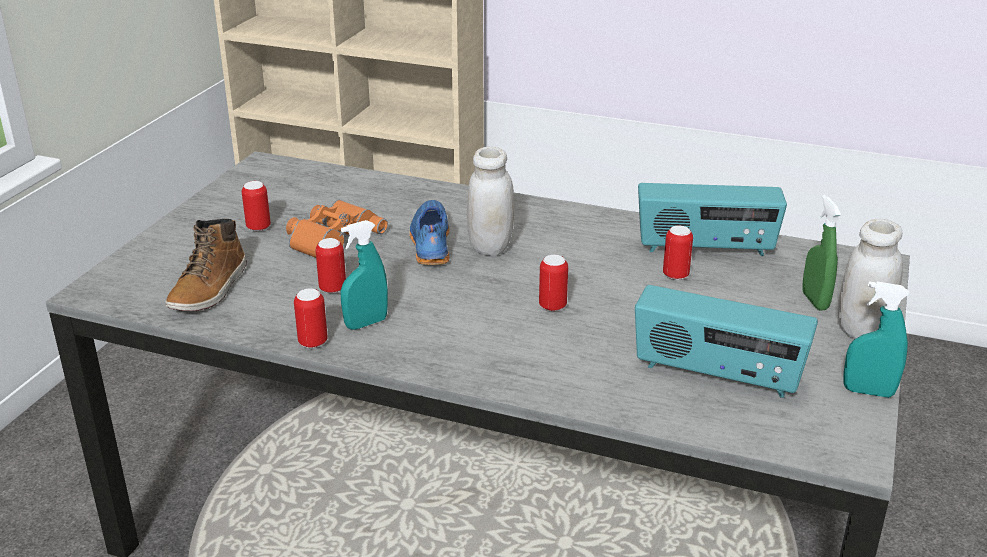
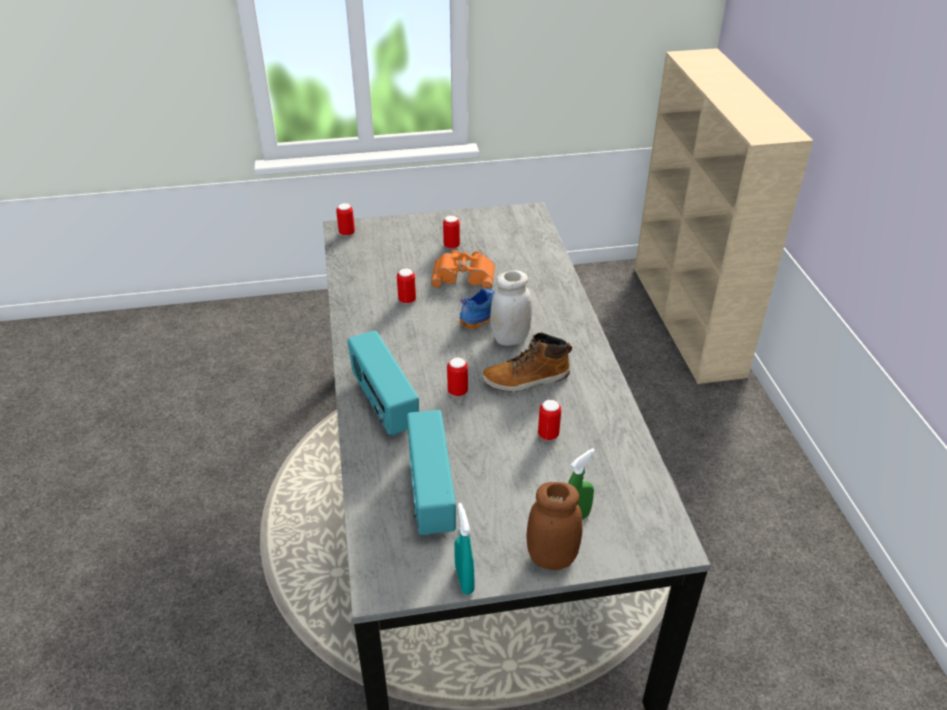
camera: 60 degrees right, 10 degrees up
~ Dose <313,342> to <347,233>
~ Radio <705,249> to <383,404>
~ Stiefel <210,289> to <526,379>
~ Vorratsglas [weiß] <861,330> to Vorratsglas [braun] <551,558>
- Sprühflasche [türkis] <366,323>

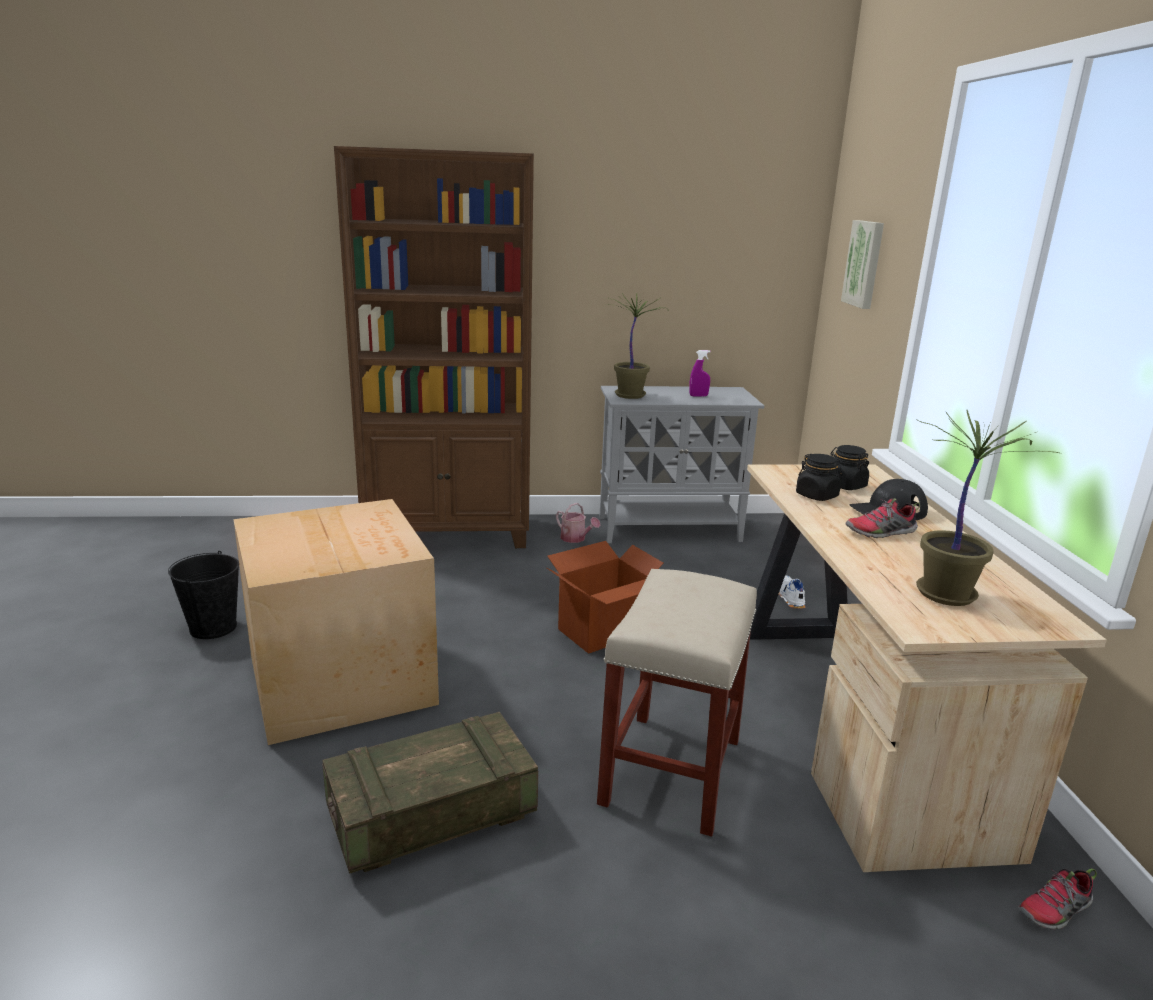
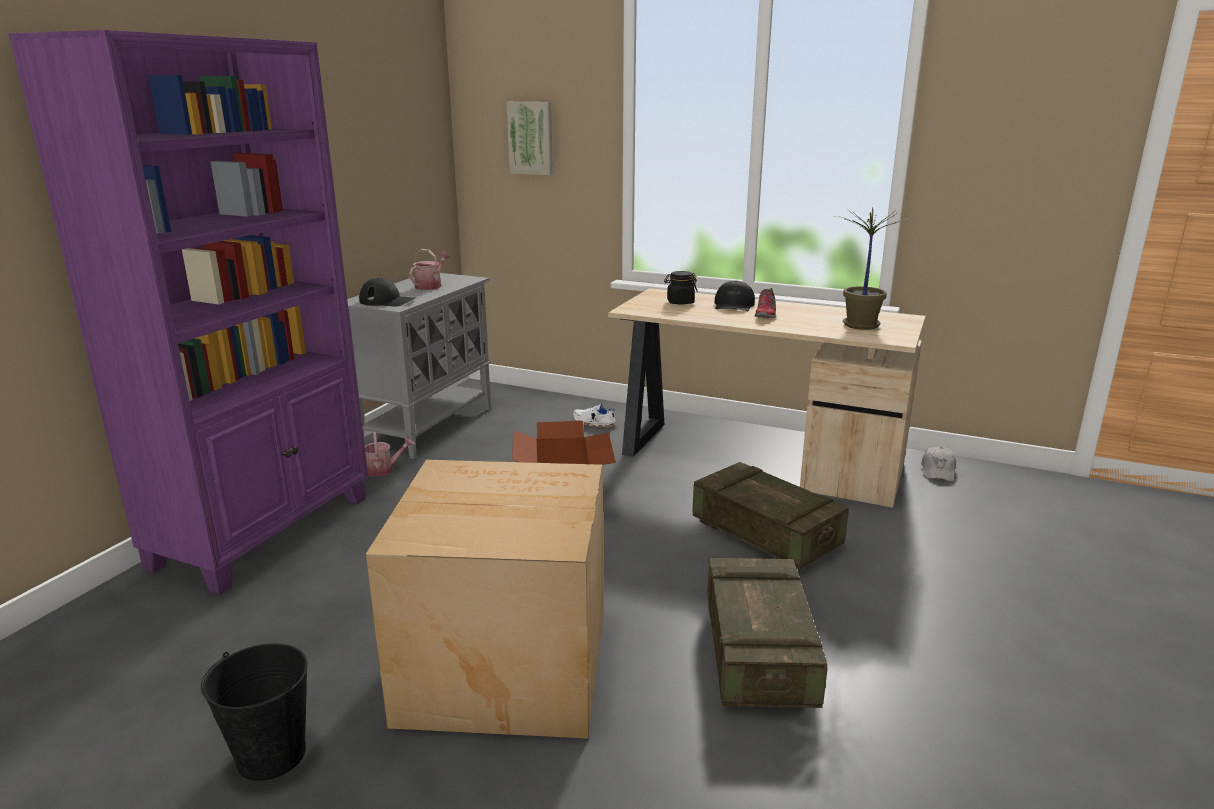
camera: 60 degrees left, 0 degrees up
~ Bücherregal [braun] <449,534> to Bücherregal [lila] <266,531>
~ Topfpflanze <631,395> to Kappe [schwarz] <387,301>
~ Sprühflasche [lila] <698,396> to Gießkanne <430,286>
~ Hocker [beige] <671,769> to Kiste <765,534>
~ Schuh <1055,910> to Kappe [weiß] <938,471>
- Vorratsglas [schwarz] <817,496>

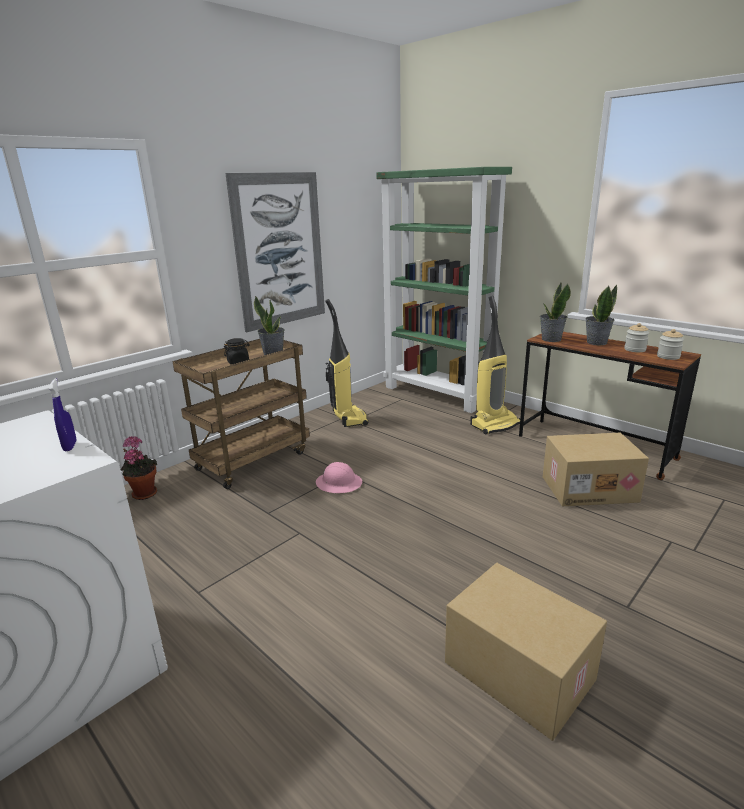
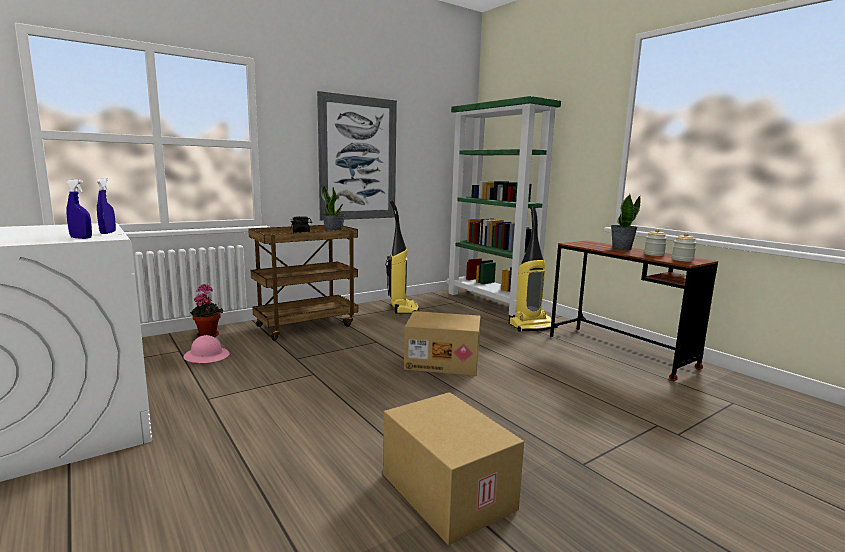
camera: 10 degrees right, 10 degrees down
+ Sprühflasche [blau] <81,238>
~ Schutzhelm [rosa] <339,483> to <207,356>
~ Karton <589,488> to <443,362>
- Topfpflanze <551,339>

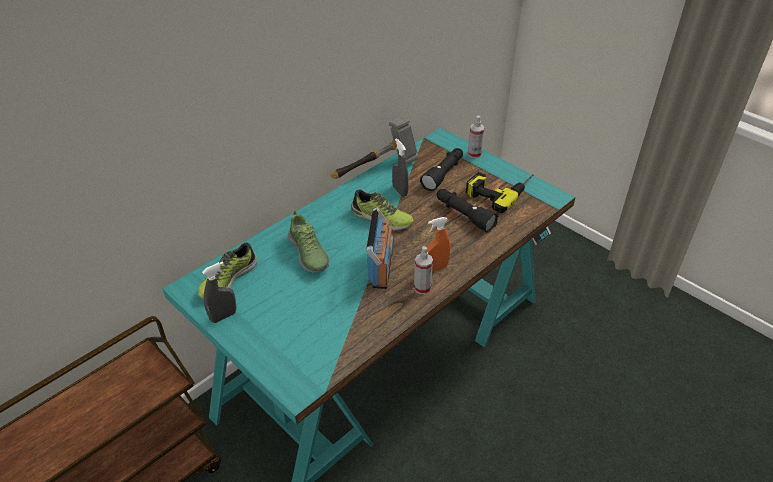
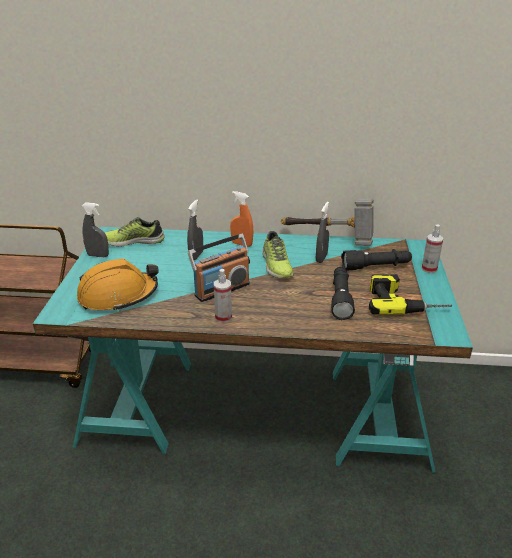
camera: 50 degrees right, 10 degrees down
+ Schutzhelm [orange] <118,296>
~ Schuh <308,254> to Sprühflasche [grau] <196,256>
~ Sprühflasche [orange] <435,268> to <241,244>

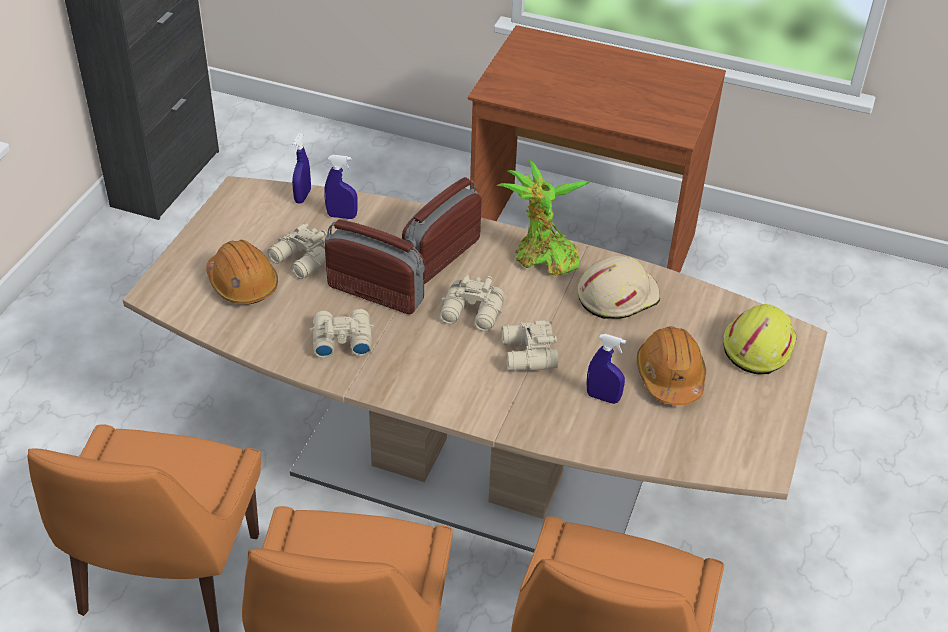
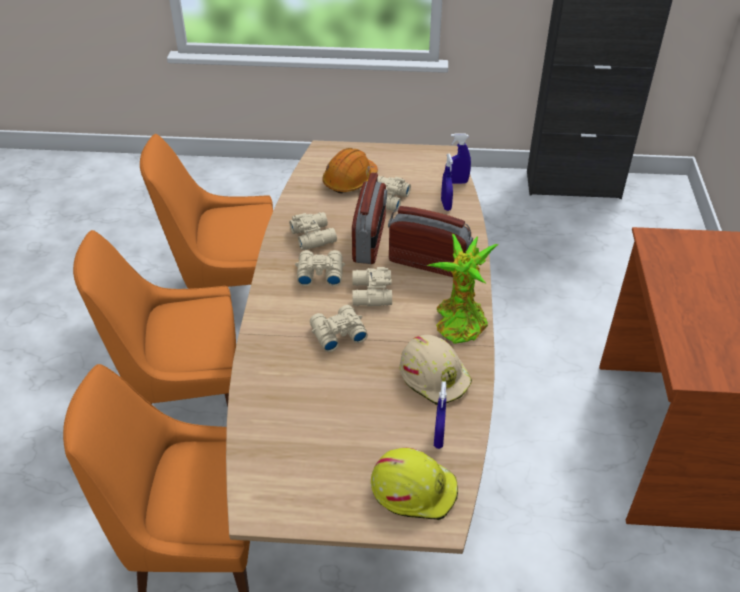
camera: 75 degrees right, 0 degrees up
+ Fernglas [beige] <319,273>
~ Sprühflasche [blau] <603,397> to <438,438>
- Schutzhelm [orange] <670,376>

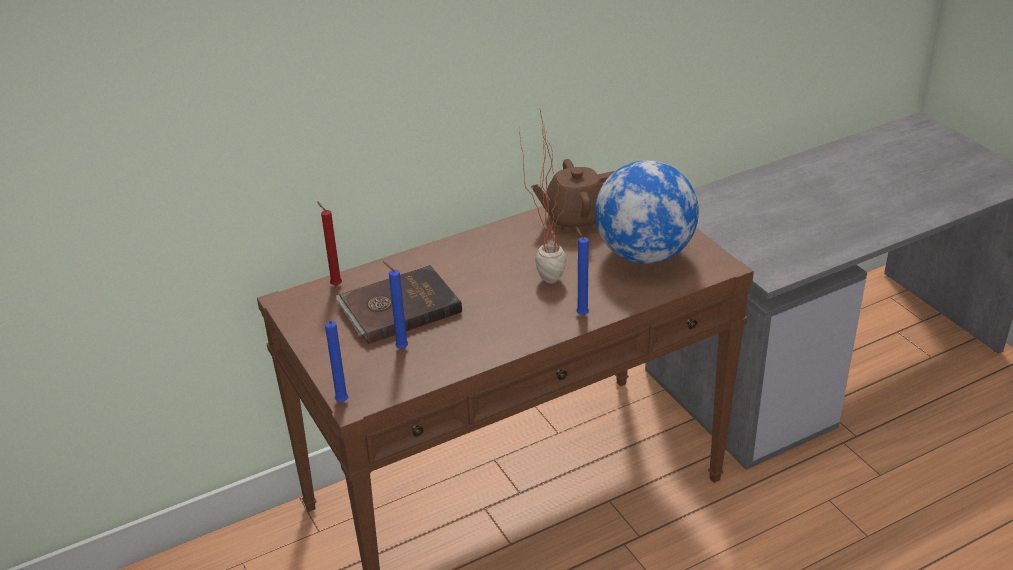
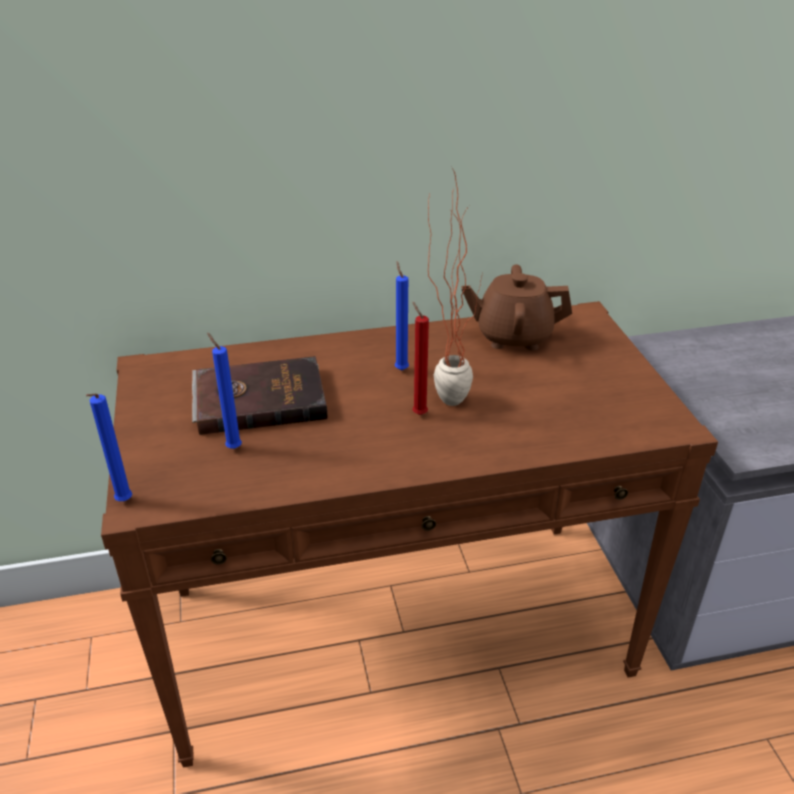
camera: 15 degrees right, 0 degrees up
~ Kerze [blau] <581,314> to <401,369>
~ Kerze [rot] <335,285> to <418,413>
- Globus <644,254>

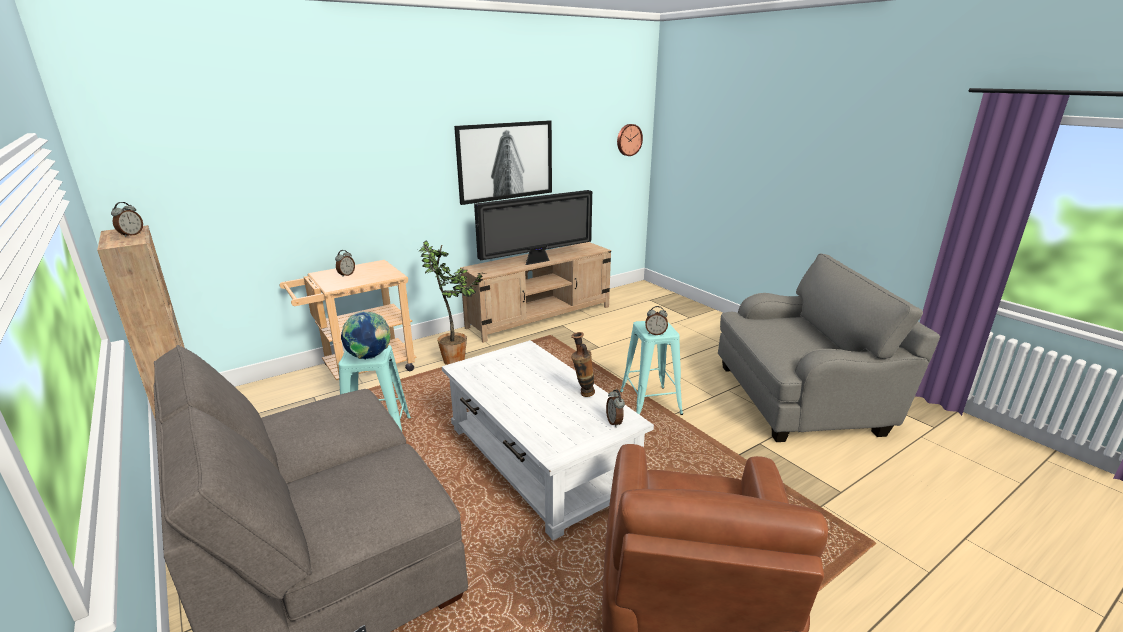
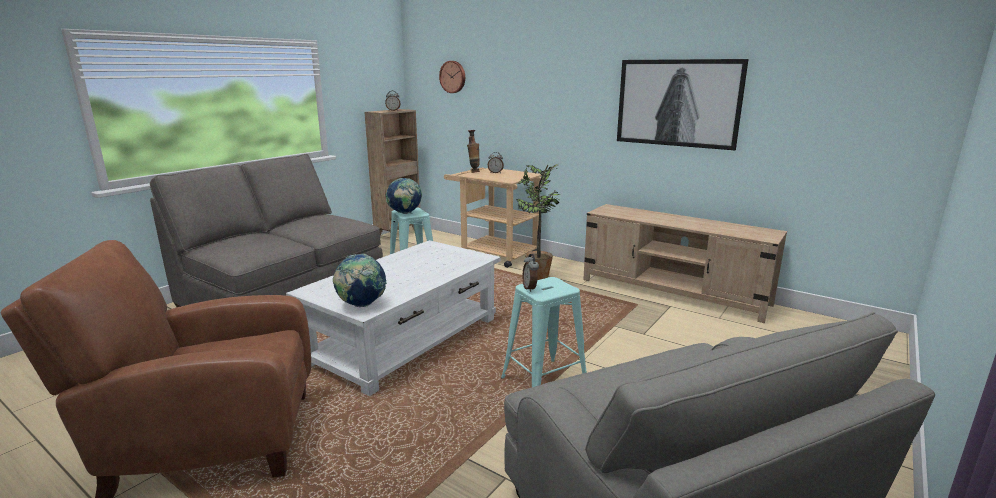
camera: 70 degrees right, 5 degrees down
~ Wecker <615,422> to Globus <361,305>
~ Wanduhr <628,140> to <453,77>
~ Vase <582,394> to <474,172>
- Fernseher <537,261>

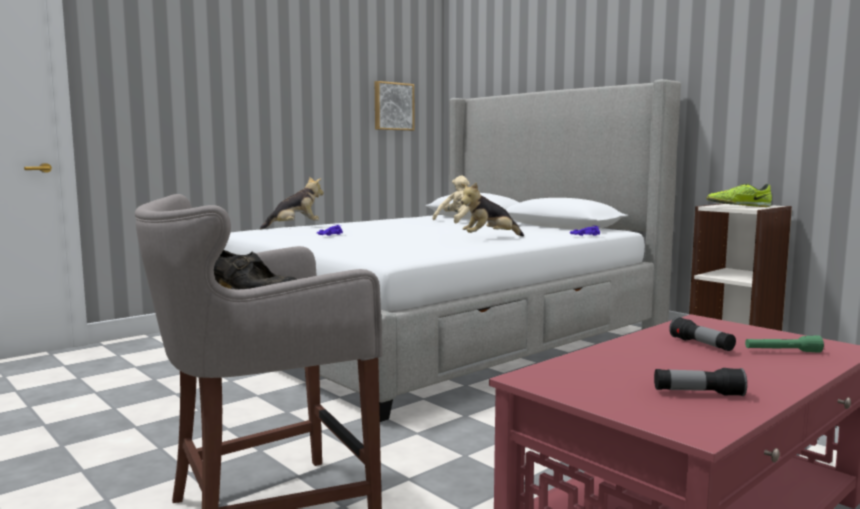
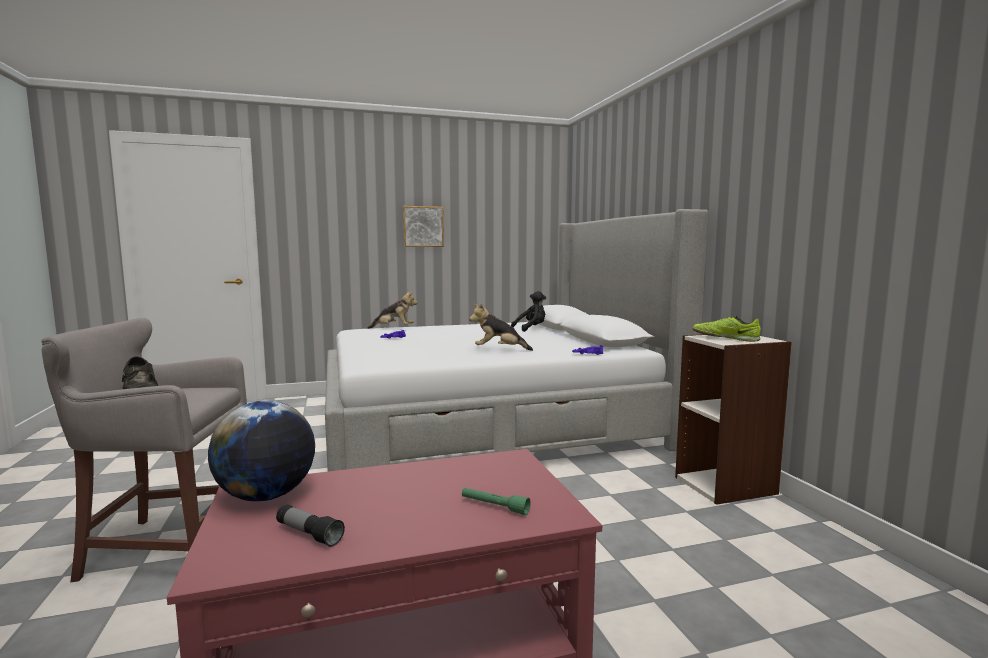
camera: 25 degrees right, 0 degrees up
+ Globus <266,496>
~ Bild <393,106> to <423,226>
~ Plüschtier [beige] <455,221> to Plüschtier [schwarz] <531,329>
- Taschenlampe <701,345>

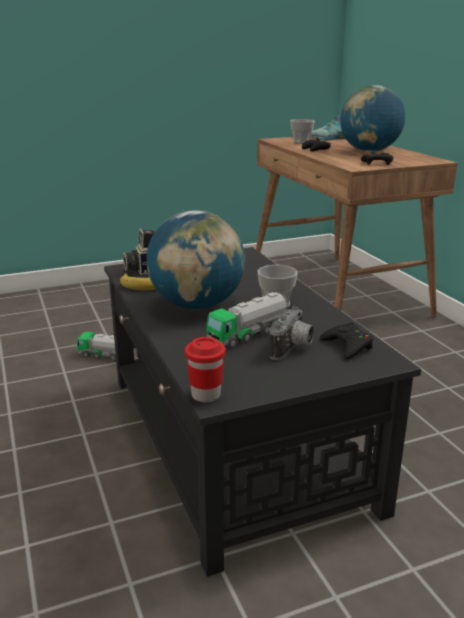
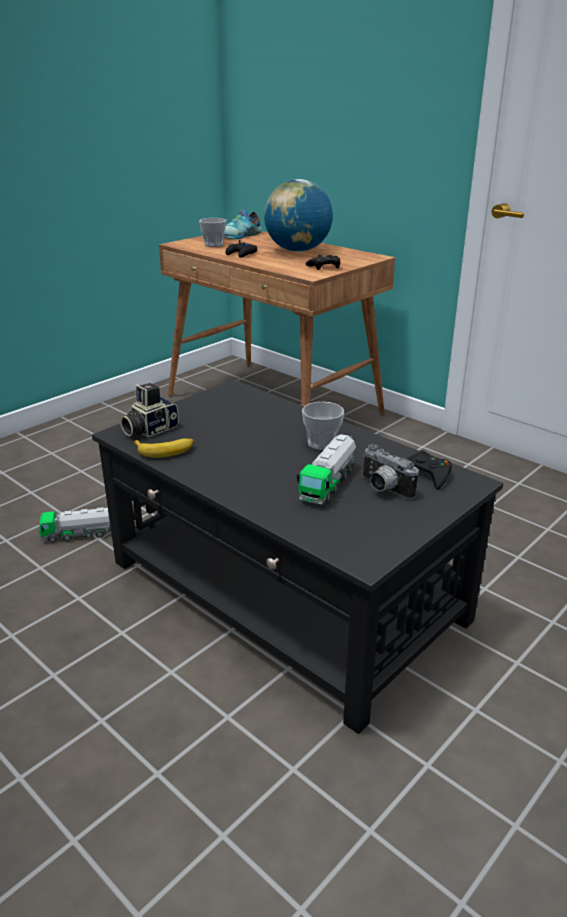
camera: 25 degrees left, 5 degrees up
~ Kamera <293,348> = <383,489> 135 degrees clockwise
- Globus <197,305>
- Tasse [rot] <206,395>

